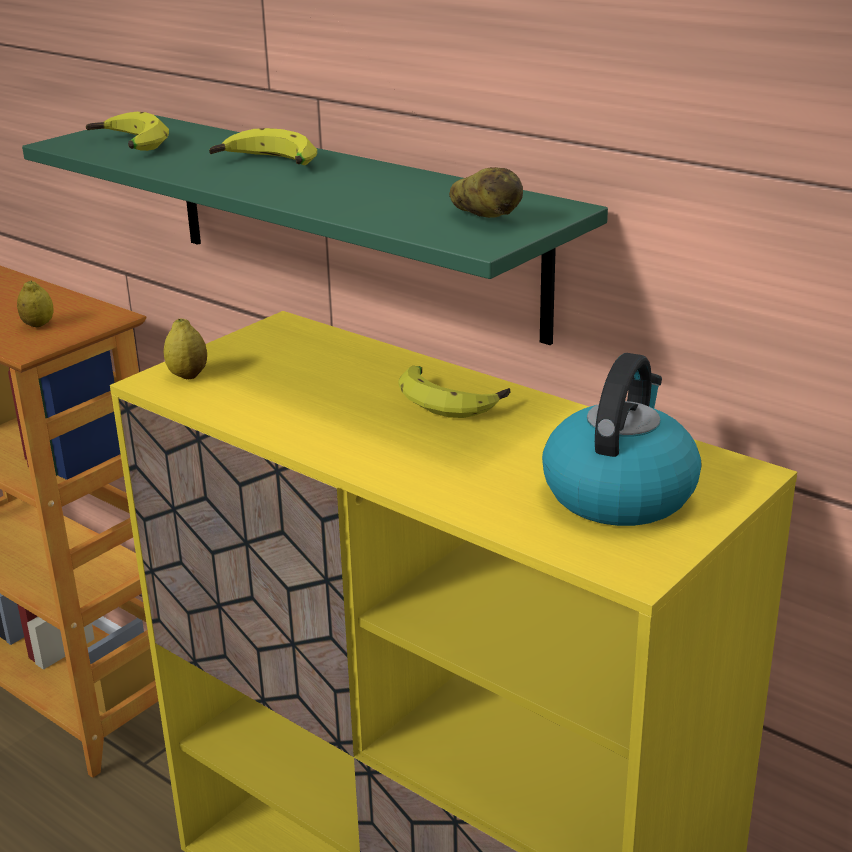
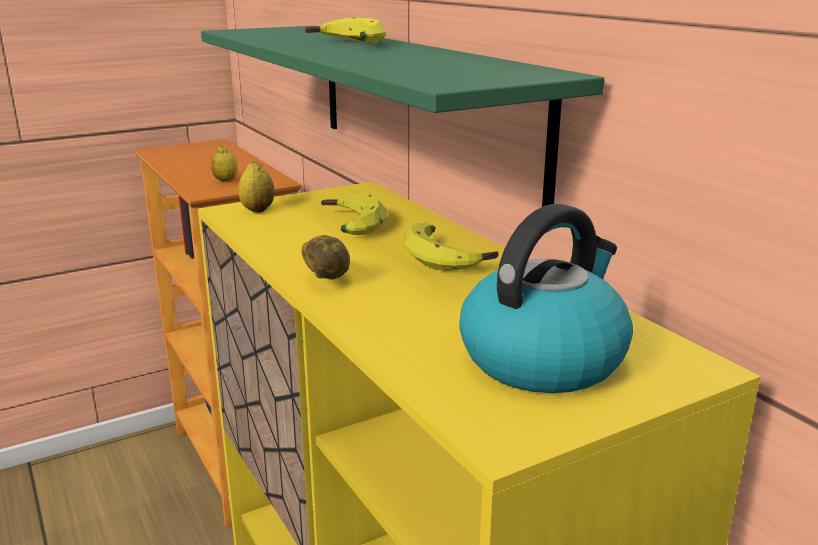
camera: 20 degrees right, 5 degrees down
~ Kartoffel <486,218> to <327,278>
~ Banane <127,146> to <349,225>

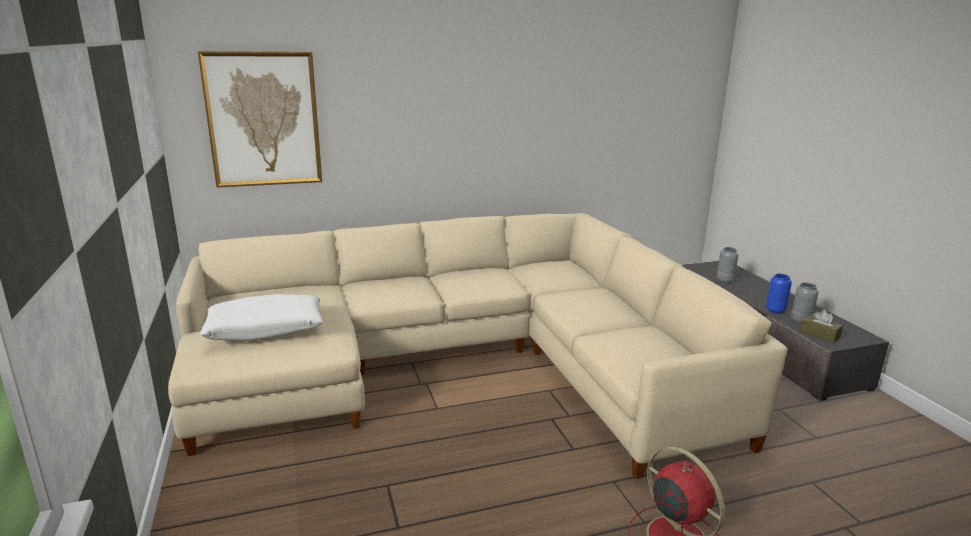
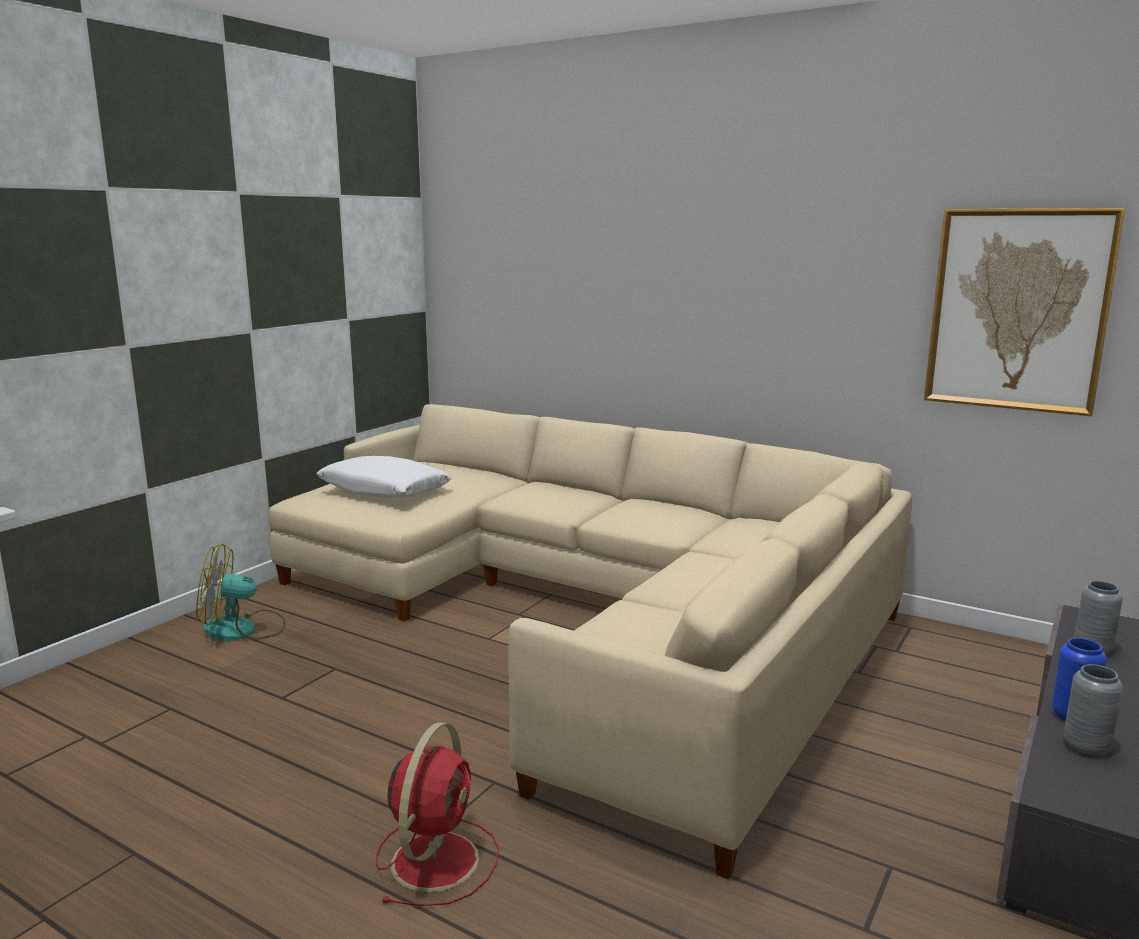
camera: 50 degrees right, 5 degrees down
+ Ventilator <242,630>
~ Bild <263,119> to <1018,310>
- Taschentuchbox [braun] <819,335>

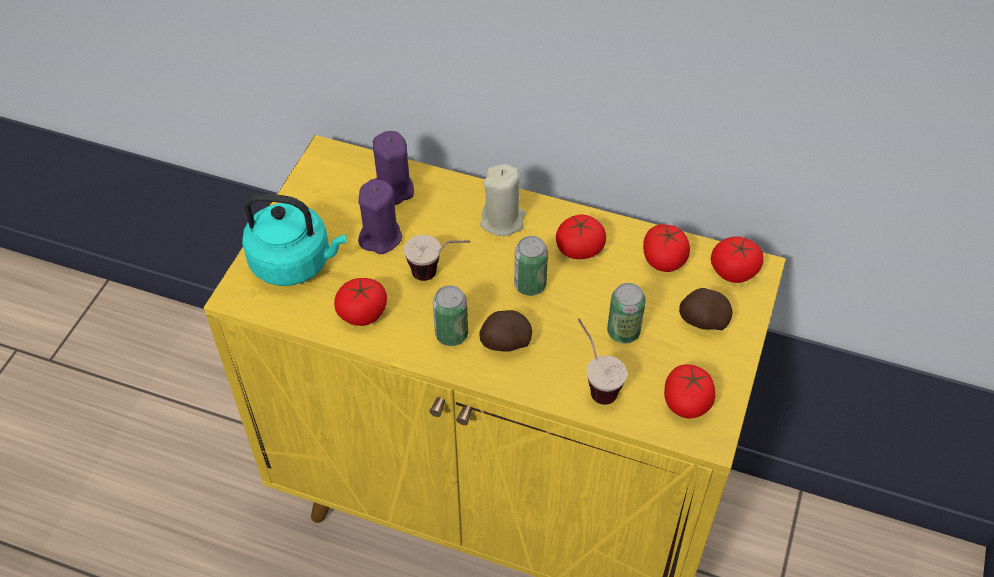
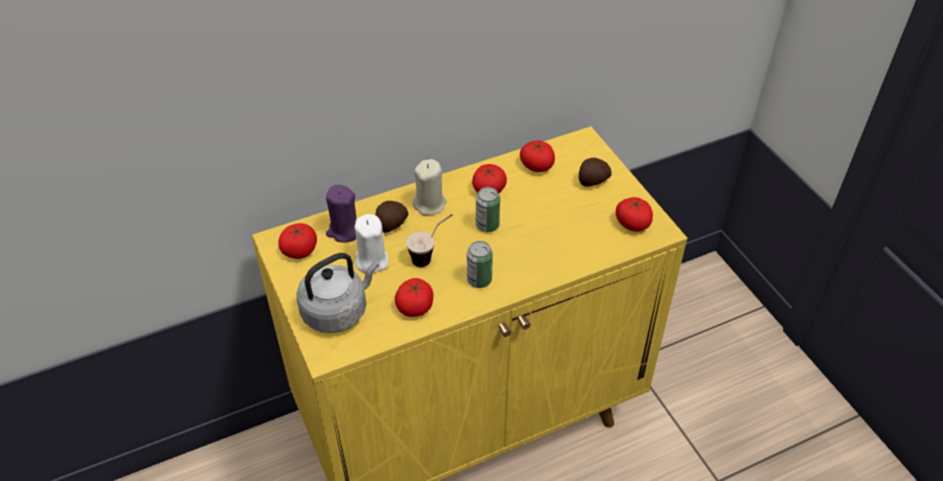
camera: 45 degrees left, 5 degrees down
~ Tomate <734,271> to <299,250>
~ Wasserkessel [türkis] <295,262> to Wasserkessel [grau] <338,311>
~ Kerze [lila] <380,237> to Kerze [weiß] <371,261>
~ Kartoffel <505,342> to <391,225>
- Tasse <594,382>
- Dose <623,332>

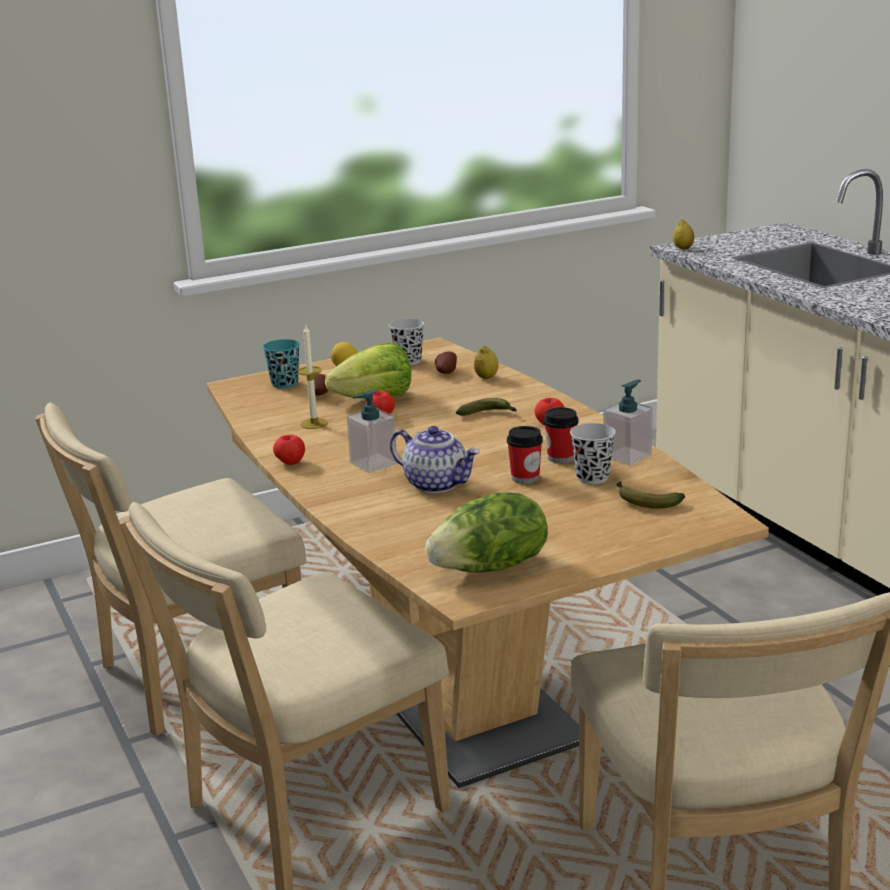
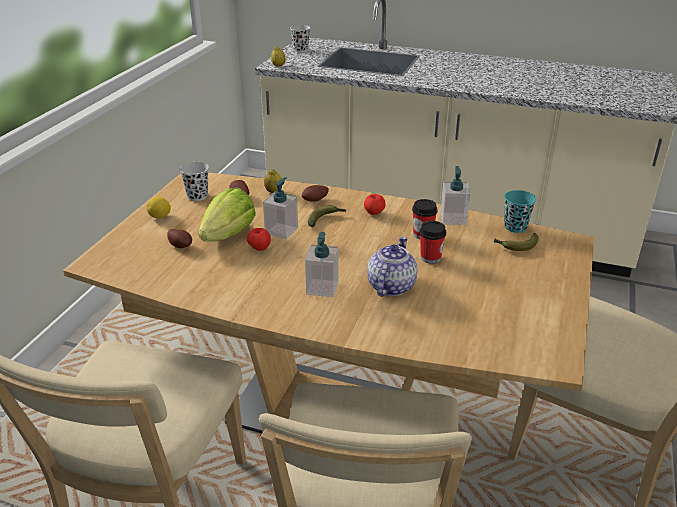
camera: 45 degrees left, 10 degrees up
+ Seifenspender <281,231>
~ Tasse [schwarz] <592,477> to <300,50>
+ Kartoffel <315,201>
~ Teekanne <437,484> = <390,286> 60 degrees counterclockwise
~ Tasse [türkis] <284,384> to <515,227>
- Apfel <290,463>
- Kerze <314,423>
- Salatkopf <491,567>

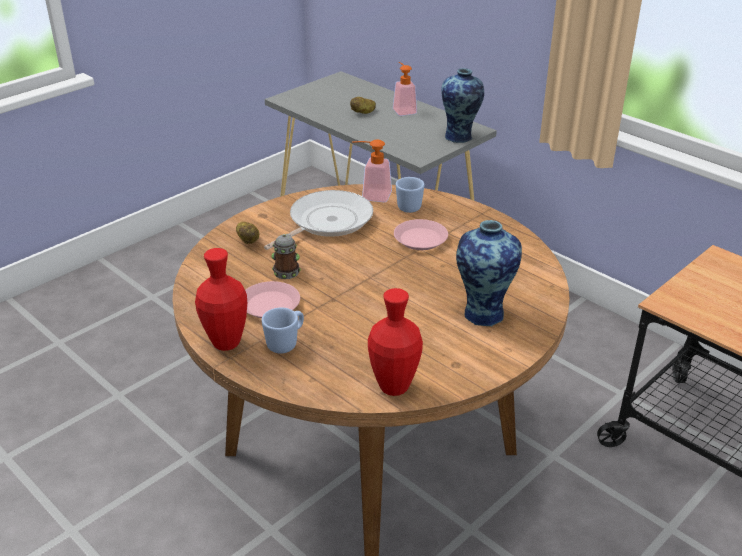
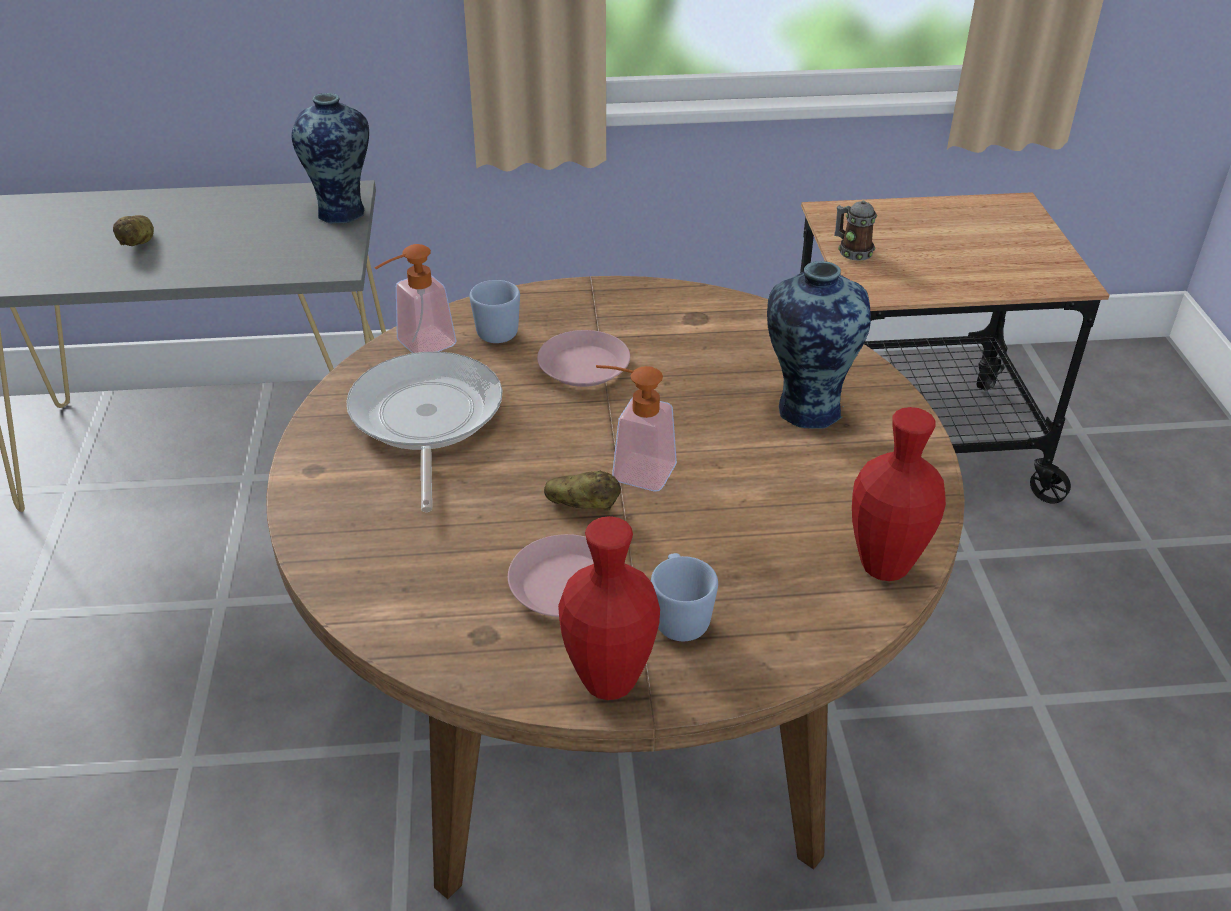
camera: 50 degrees left, 5 degrees up
~ Kartoffel <248,241> to <583,506>
~ Seifenspender <403,110> to <633,470>
~ Henkelbecher <287,270> to <852,251>

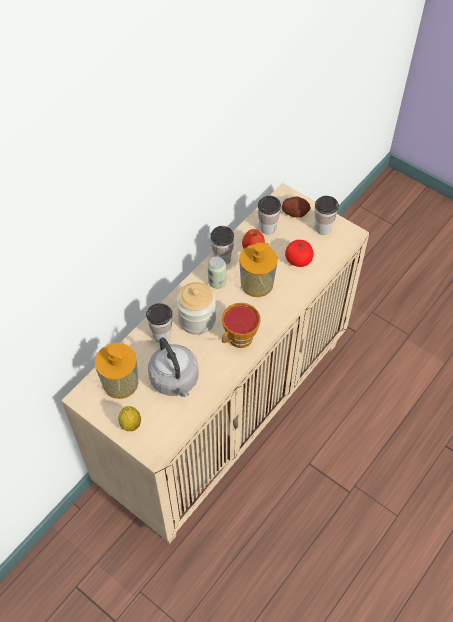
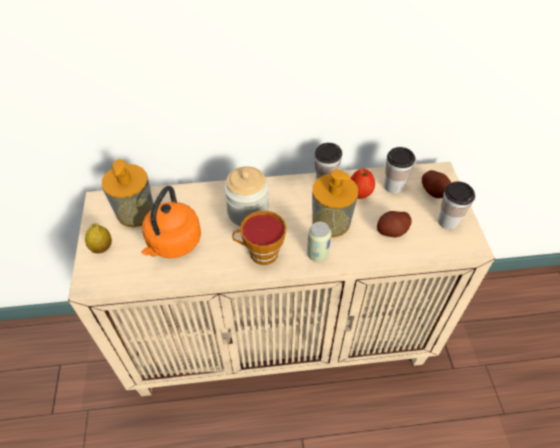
camera: 45 degrees right, 5 degrees down
~ Wasserkessel [grau] <175,381> to Wasserkessel [orange] <173,244>
~ Dose <217,282> to <317,254>
~ Tomate <298,260> to Kartoffel <392,231>
- Tasse <162,335>

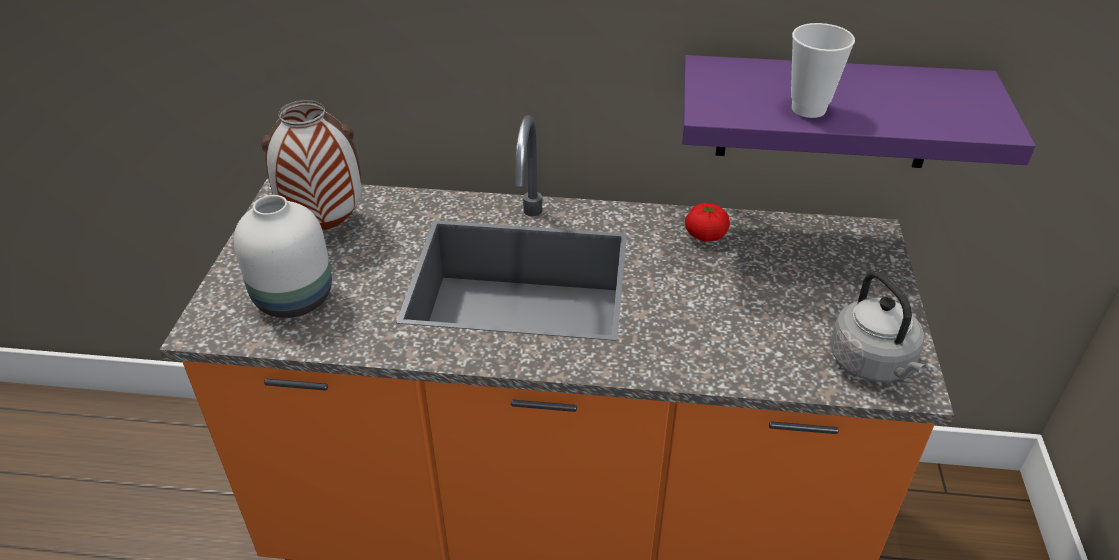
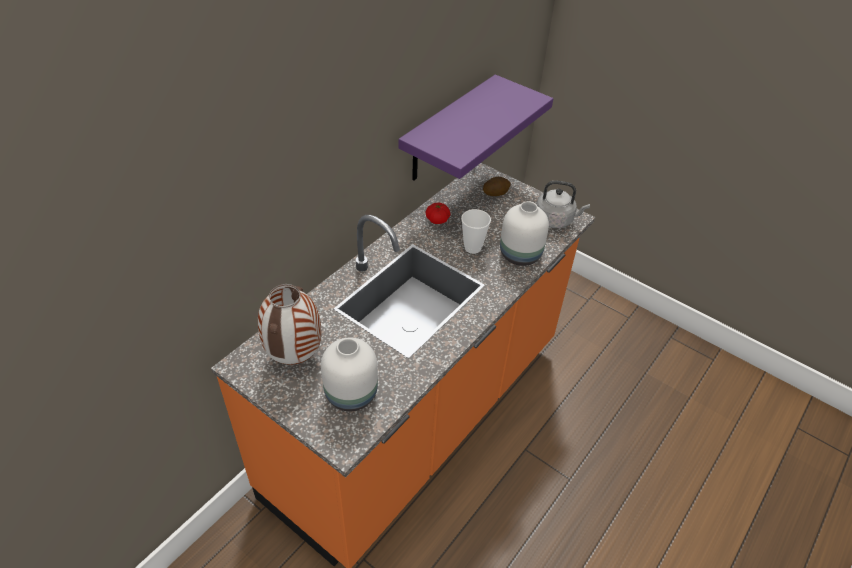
camera: 60 degrees left, 5 degrees up
~ Tasse <808,109> to <472,248>
+ Kartoffel <496,193>
+ Vase [weiß] <521,254>

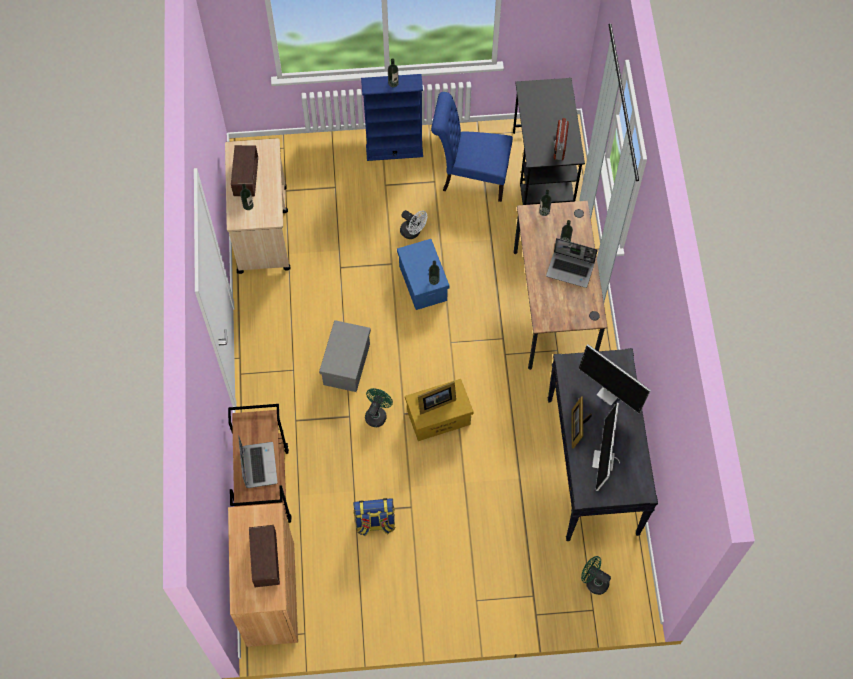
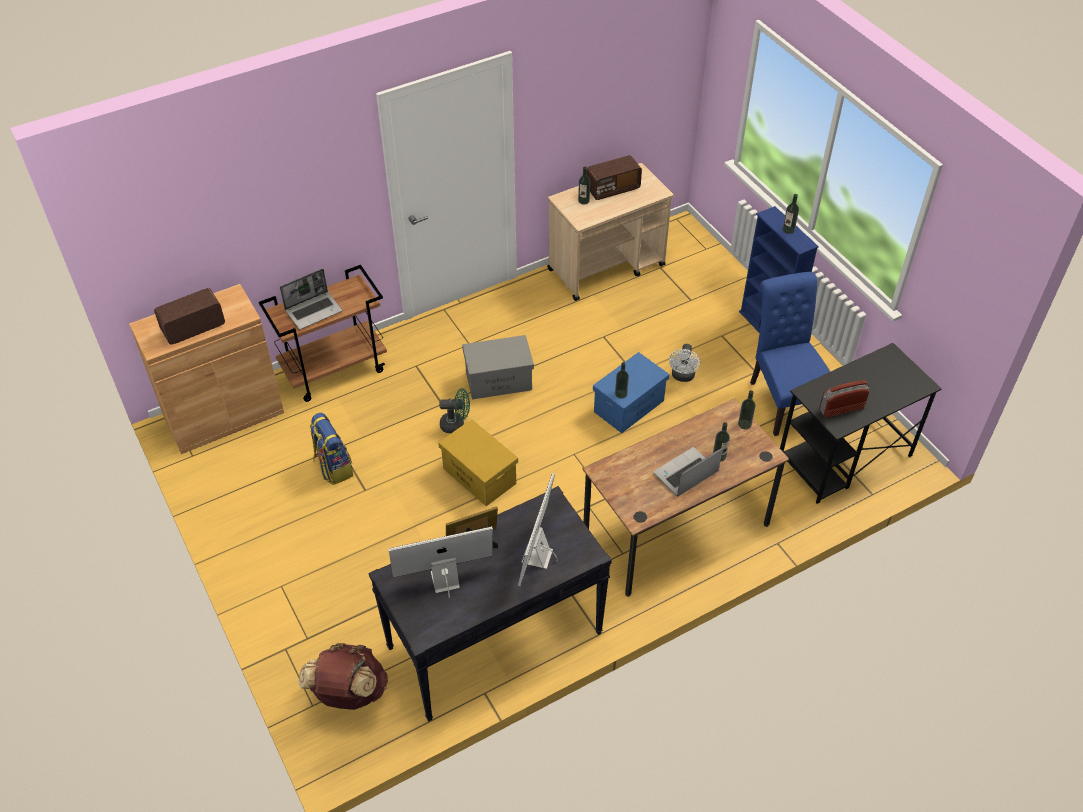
camera: 65 degrees right, 15 degrees down
~ Ventilator [grün] <593,581> to Rucksack [braun] <349,693>
~ Laptop <570,270> = <685,474> 60 degrees clockwise
- Bilderrahmen <434,403>

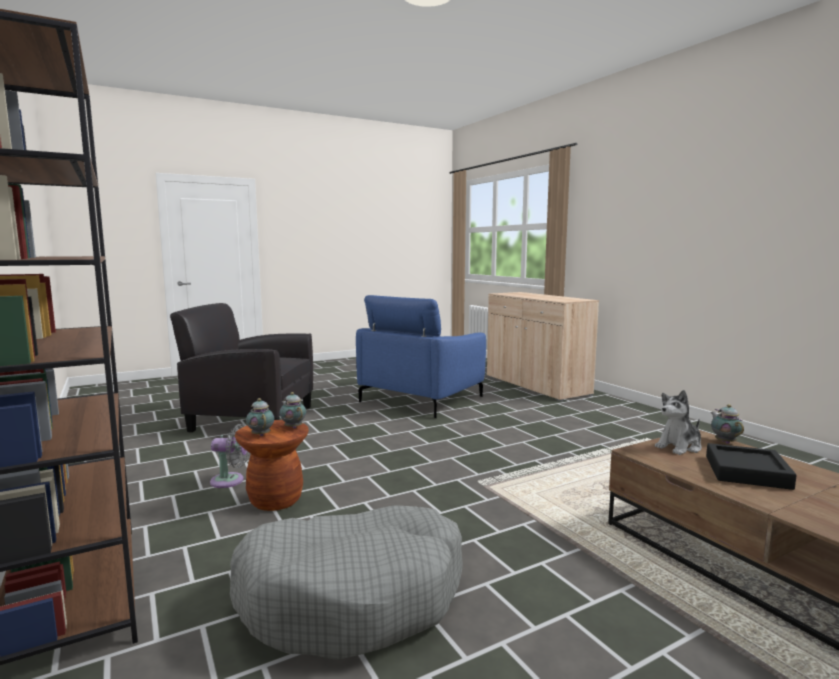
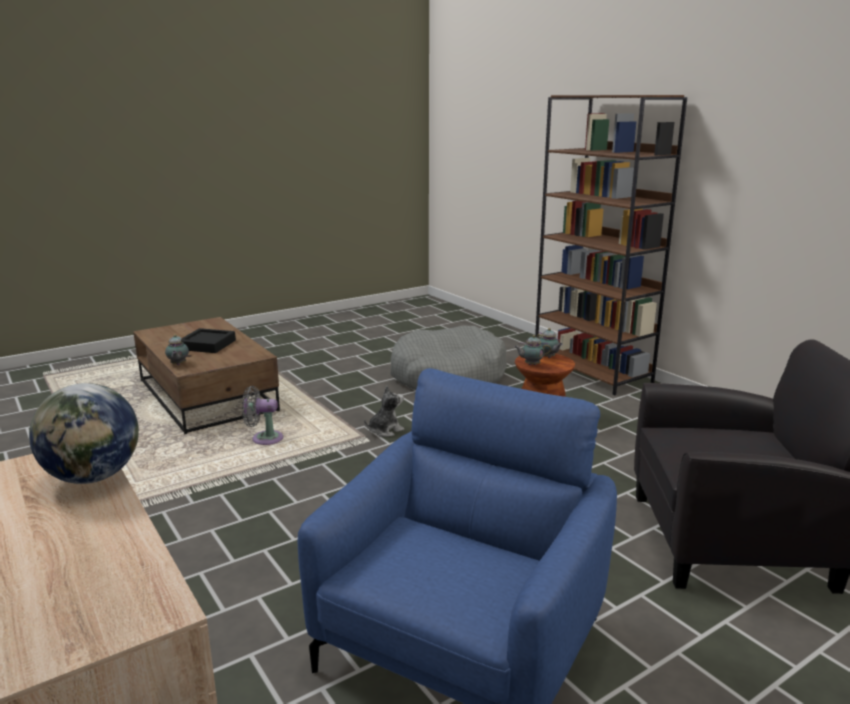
camera: 175 degrees right, 10 degrees up
+ Globus <93,477>
~ Ventilator [grau] <230,481> to <264,438>
~ Plüschtier <679,447> to <385,430>
~ Teekanne <293,427> = <531,364> 135 degrees clockwise

